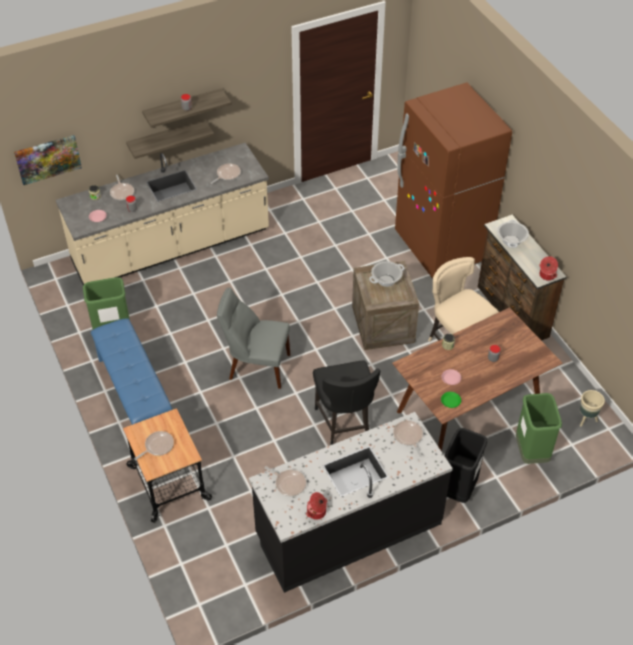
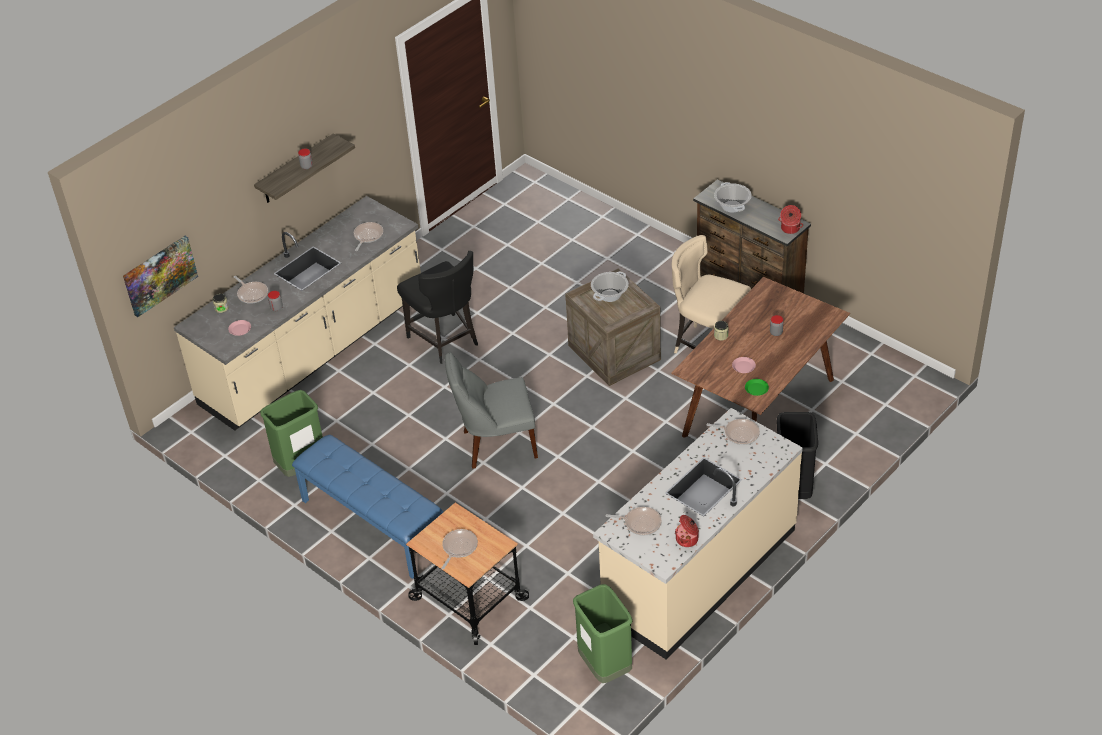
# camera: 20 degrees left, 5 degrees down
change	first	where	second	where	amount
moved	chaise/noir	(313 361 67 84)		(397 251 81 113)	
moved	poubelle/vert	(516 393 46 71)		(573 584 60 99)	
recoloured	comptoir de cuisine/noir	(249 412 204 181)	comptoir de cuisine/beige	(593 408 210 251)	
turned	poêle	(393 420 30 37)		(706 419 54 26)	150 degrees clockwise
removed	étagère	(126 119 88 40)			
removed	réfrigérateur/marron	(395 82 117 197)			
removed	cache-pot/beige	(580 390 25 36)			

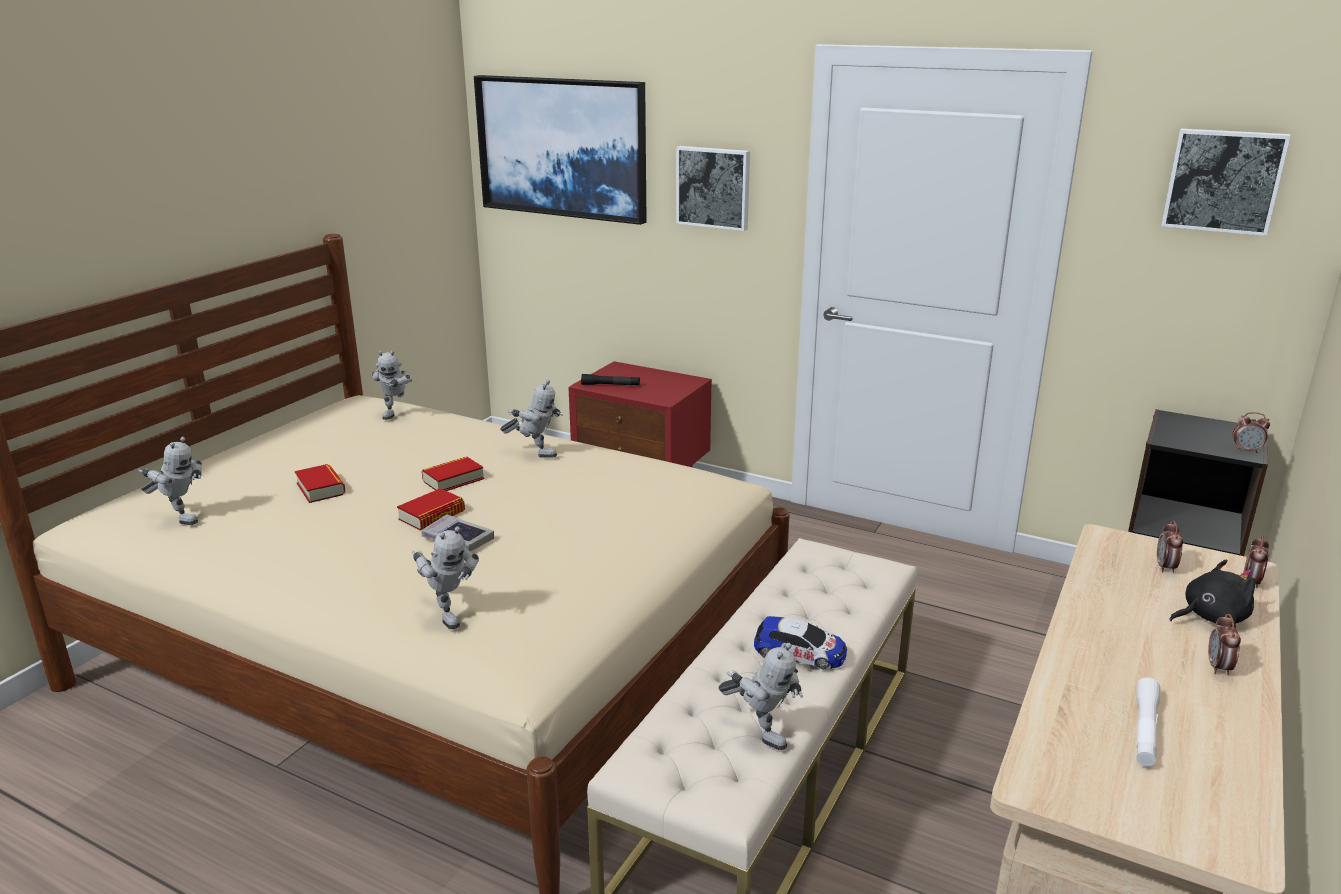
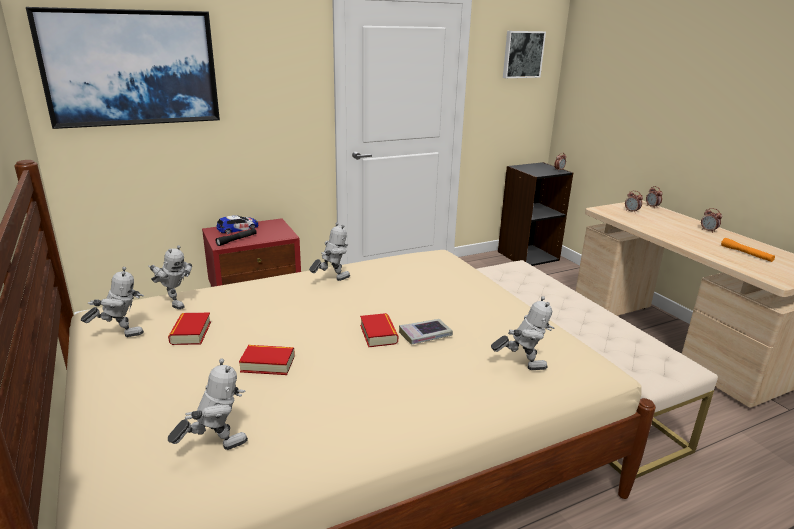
# camera: 55 degrees left, 0 degrees up
change	first	where	second	where	amount
moved	robot jouet	(718 643 85 107)		(81 267 63 70)	
moved	livre	(422 457 62 34)		(168 313 43 32)	
moved	petite voiture	(754 616 93 54)		(216 215 42 19)	
recoloured	lampe de poche/blanc	(1136 677 24 90)	lampe de poche/orange	(721 238 54 24)	
removed	tableau	(676 146 74 85)			
removed	peluche/noir	(1170 560 85 64)			

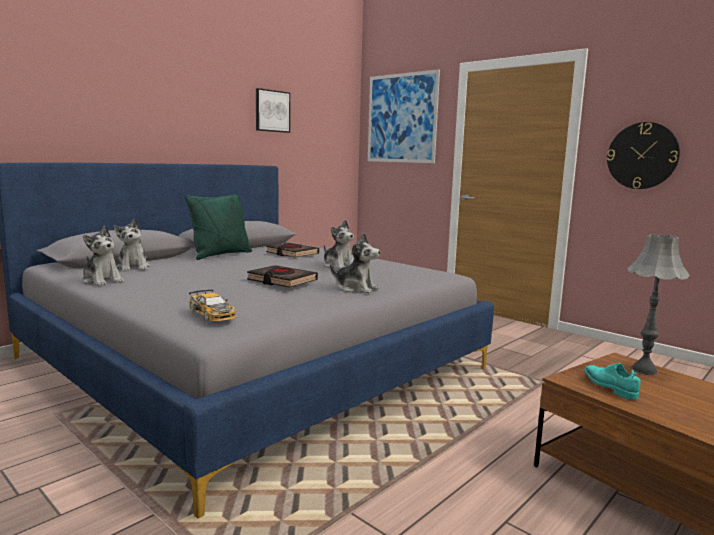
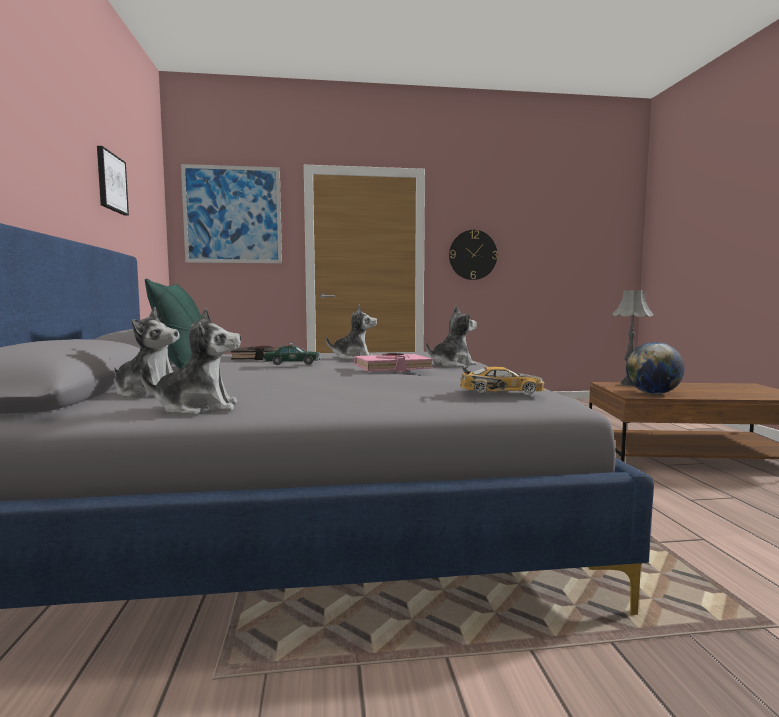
# camera: 50 degrees left, 5 degrees down
change	first	where	second	where	amount
added			petite voiture	(263 343 57 22)	
recoloured	livre/noir	(247 265 71 22)	livre/rose	(354 353 79 19)	
replaced	chaussure/turquoise	(584 363 57 37)	globe	(626 342 59 52)	

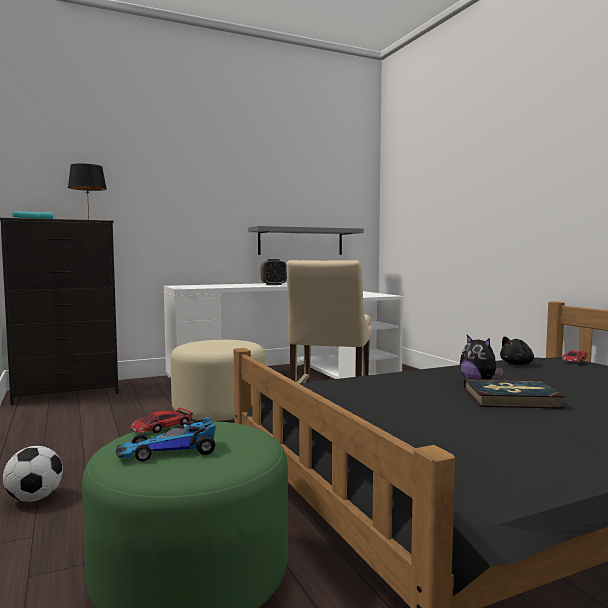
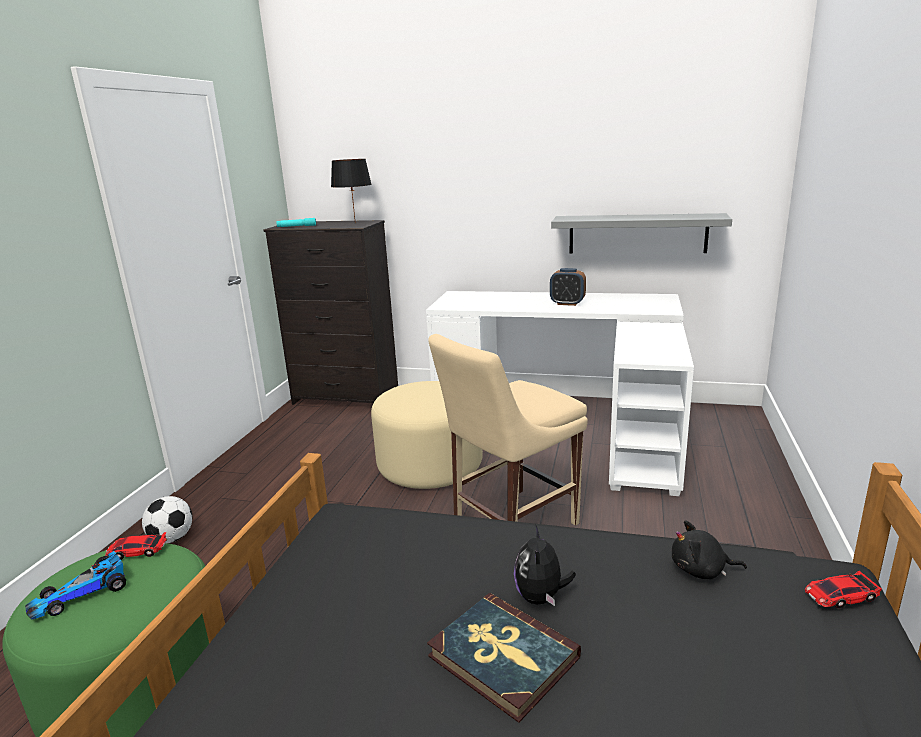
# camera: 40 degrees right, 15 degrees up
change	first	where	second	where	amount
turned	petite voiture	(116 417 100 44)		(25 551 101 69)	60 degrees counterclockwise

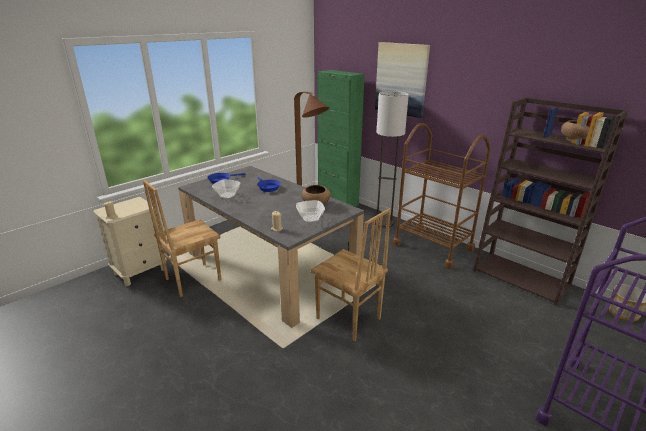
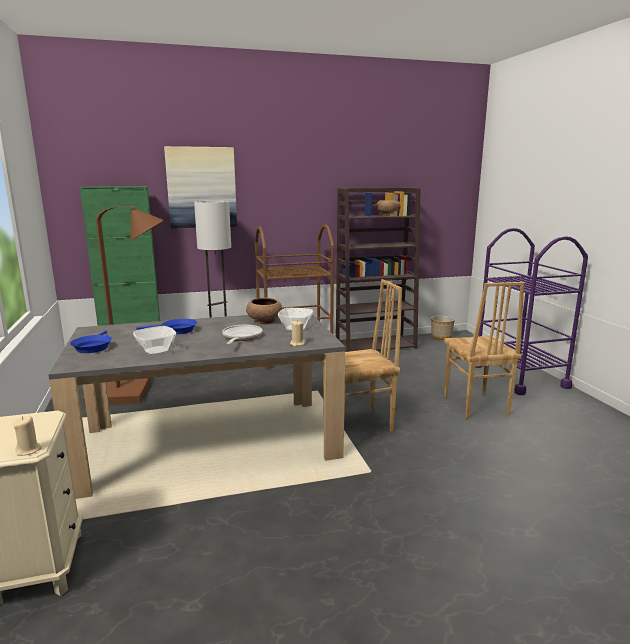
# camera: 60 degrees left, 10 degrees down
change	first	where	second	where	amount
added			poêle	(222 325 41 19)	
moved	chaise/marron	(143 179 78 118)		(444 282 80 137)	

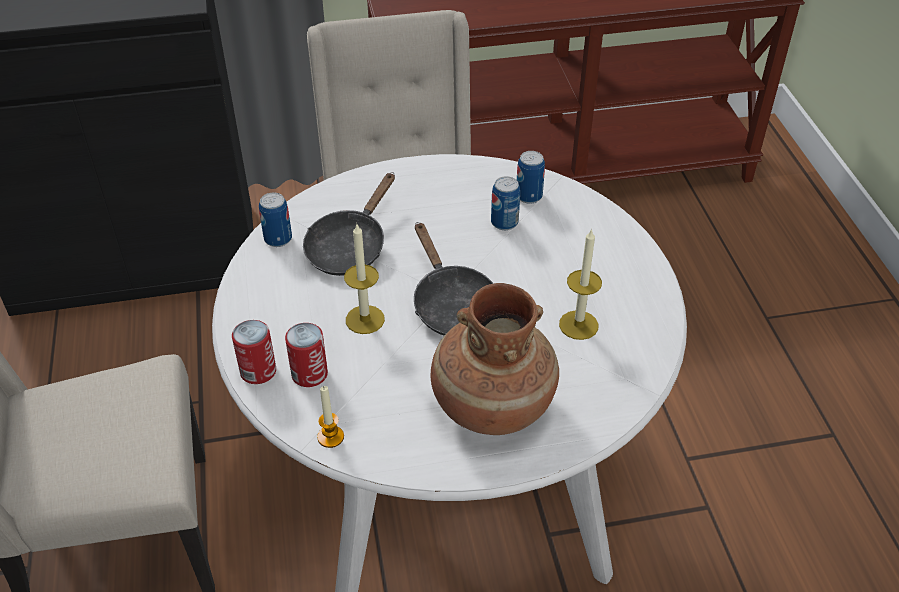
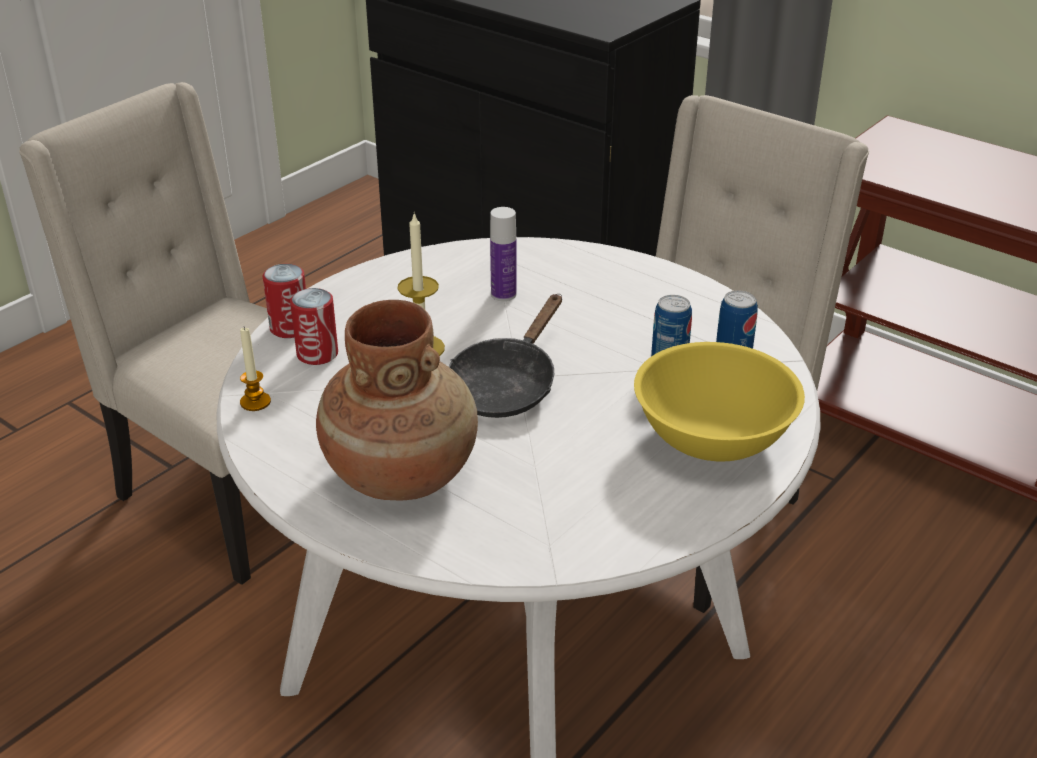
# camera: 50 degrees right, 10 degrees down
change	first	where	second	where	amount
replaced	poêle/noir	(303 172 92 104)	bouteille	(490 207 26 94)	
added			bol/jaune	(634 342 171 119)	
removed	boîte métallique	(259 193 33 54)			
removed	bougie	(559 228 43 112)			

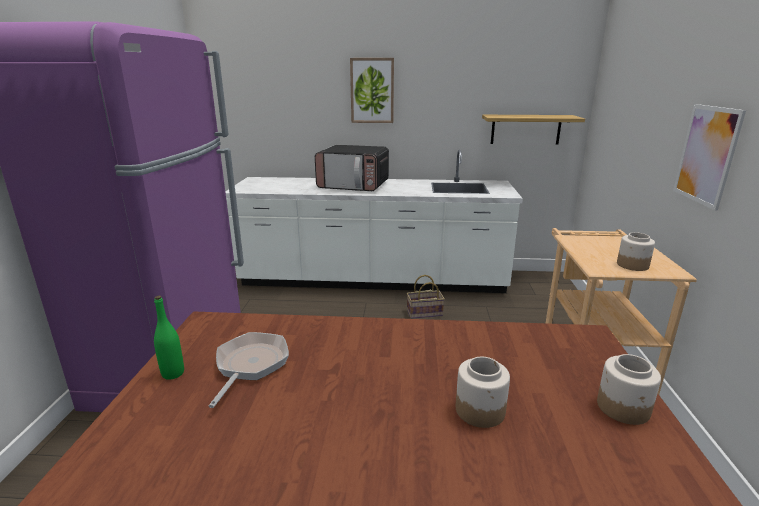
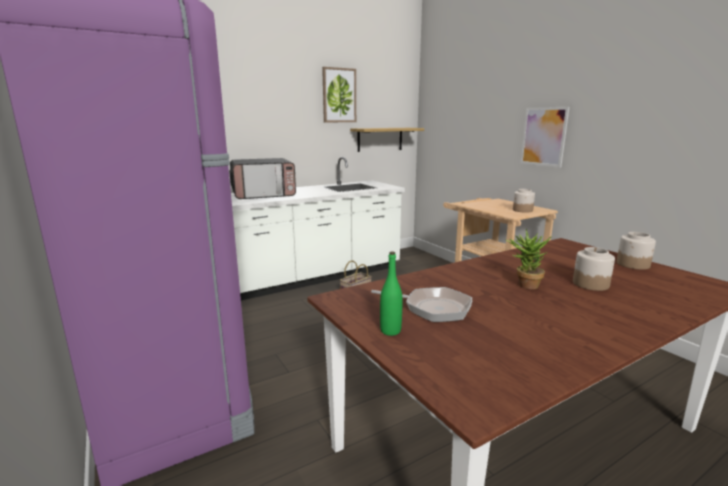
# camera: 35 degrees left, 5 degrees down
change	first	where	second	where	amount
moved	tableau	(350 58 44 65)		(322 67 34 55)	
turned	poêle	(209 332 80 76)		(371 287 101 35)	135 degrees clockwise
added			plante en pot	(506 229 46 60)	

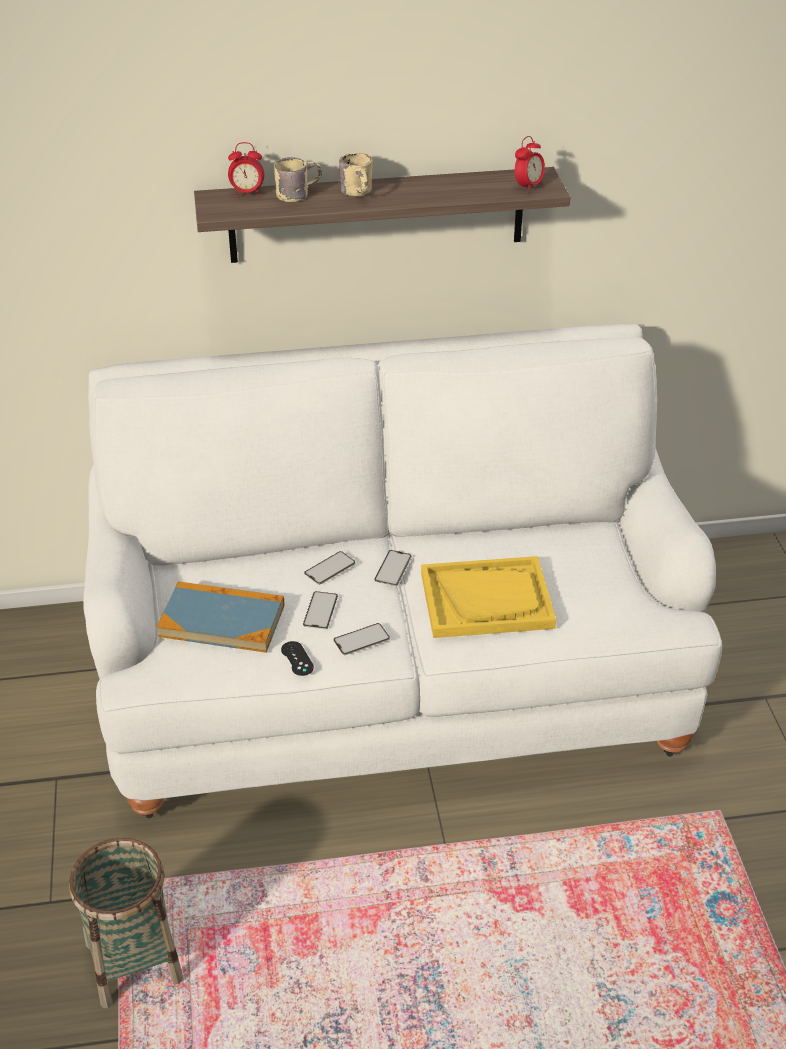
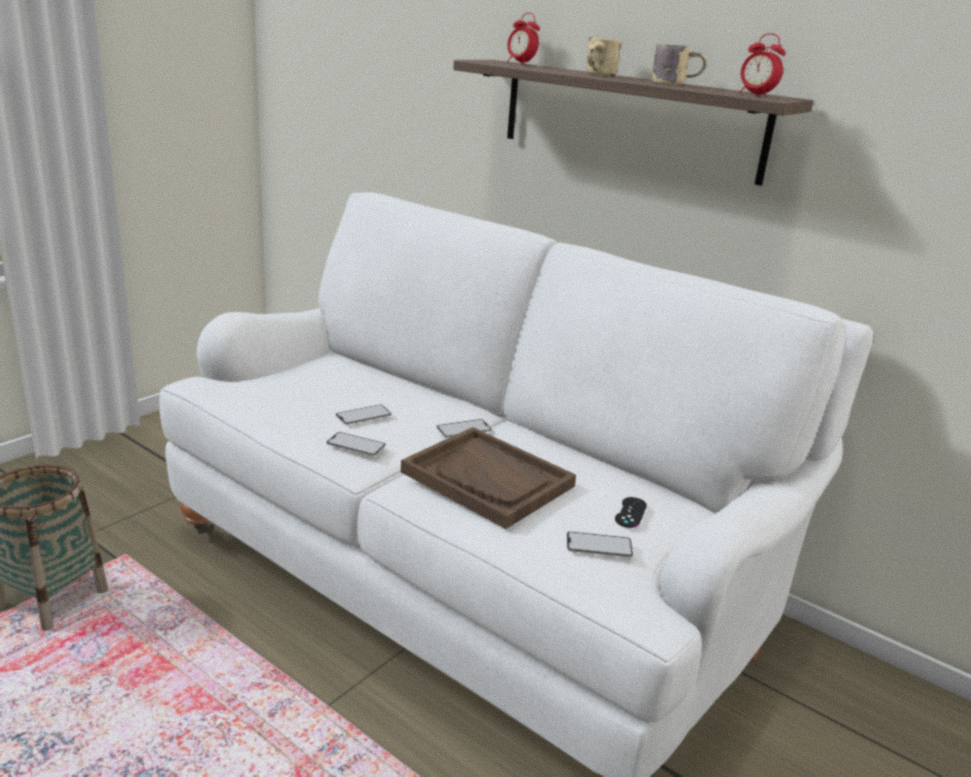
# camera: 45 degrees right, 15 degrees down
change	first	where	second	where	amount
recoloured	plateau/jaune	(421 556 135 82)	plateau/marron	(401 427 175 102)	
moved	téléphone	(304 551 51 34)		(567 531 66 26)	
moved	manette/noir	(281 641 33 35)		(615 497 32 31)	
moved	mug/beige	(274 157 48 45)		(652 44 55 41)	
turned	réveil	(515 136 30 57)		(739 34 47 63)	45 degrees clockwise
removed	livre	(157 581 127 72)			

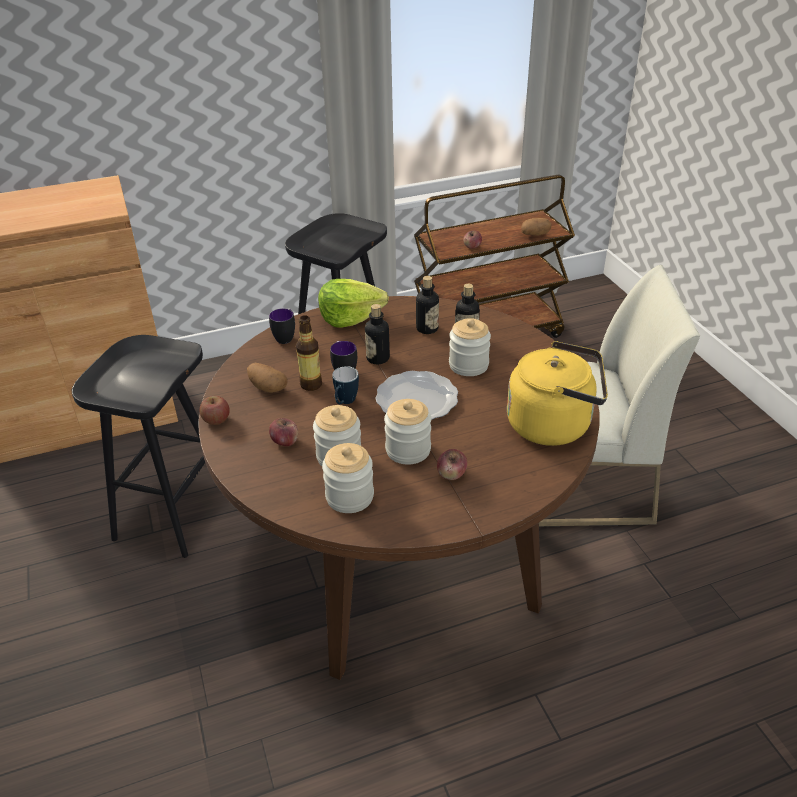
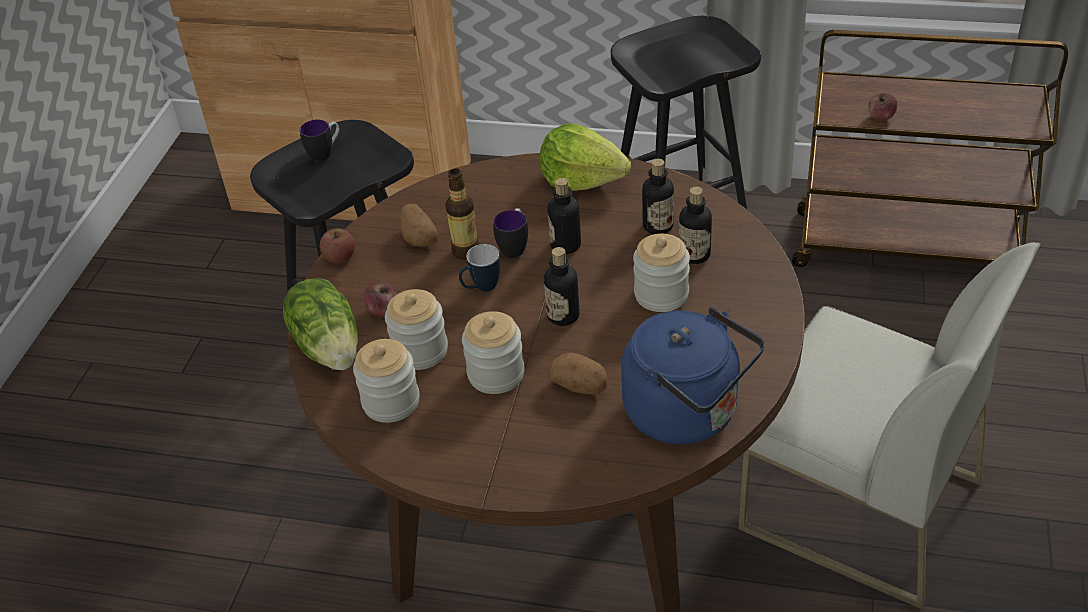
# camera: 35 degrees right, 5 degrees up
change	first	where	second	where	amount
added			laitue	(283 278 75 92)	
moved	mug	(269 309 26 35)		(300 120 39 42)	
replaced	assiette	(375 371 83 49)	bouteille	(544 247 36 79)	
moved	pomme de terre	(521 218 30 18)		(547 353 61 42)	
recoloured	bouilloire/jaune	(507 341 101 105)	bouilloire/bleu	(621 307 144 138)	
removed	pomme	(437 449 30 31)			

